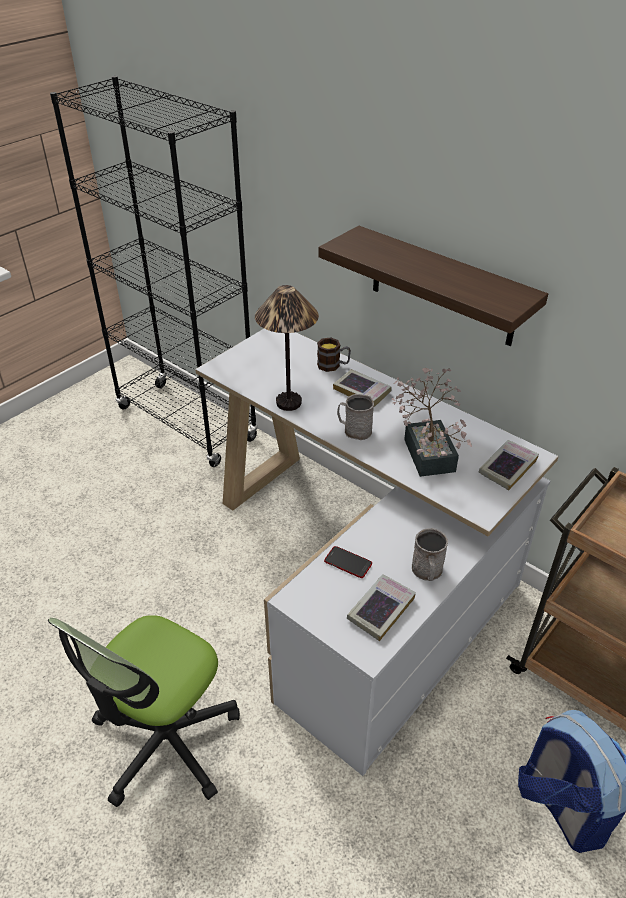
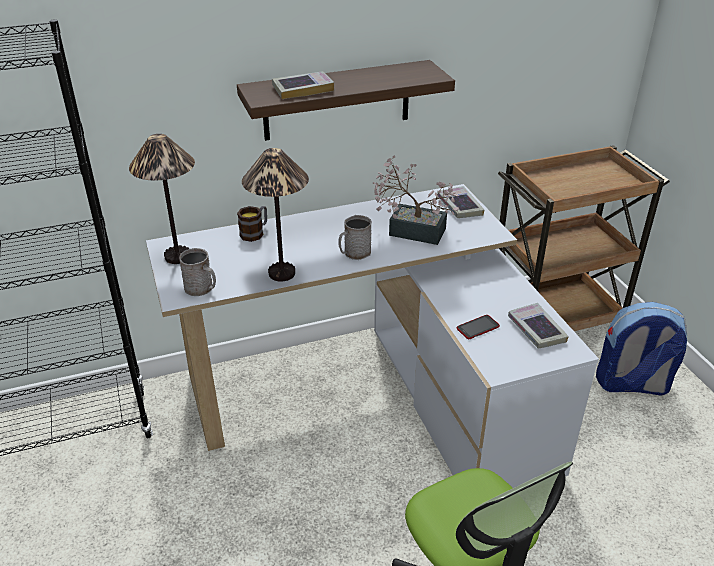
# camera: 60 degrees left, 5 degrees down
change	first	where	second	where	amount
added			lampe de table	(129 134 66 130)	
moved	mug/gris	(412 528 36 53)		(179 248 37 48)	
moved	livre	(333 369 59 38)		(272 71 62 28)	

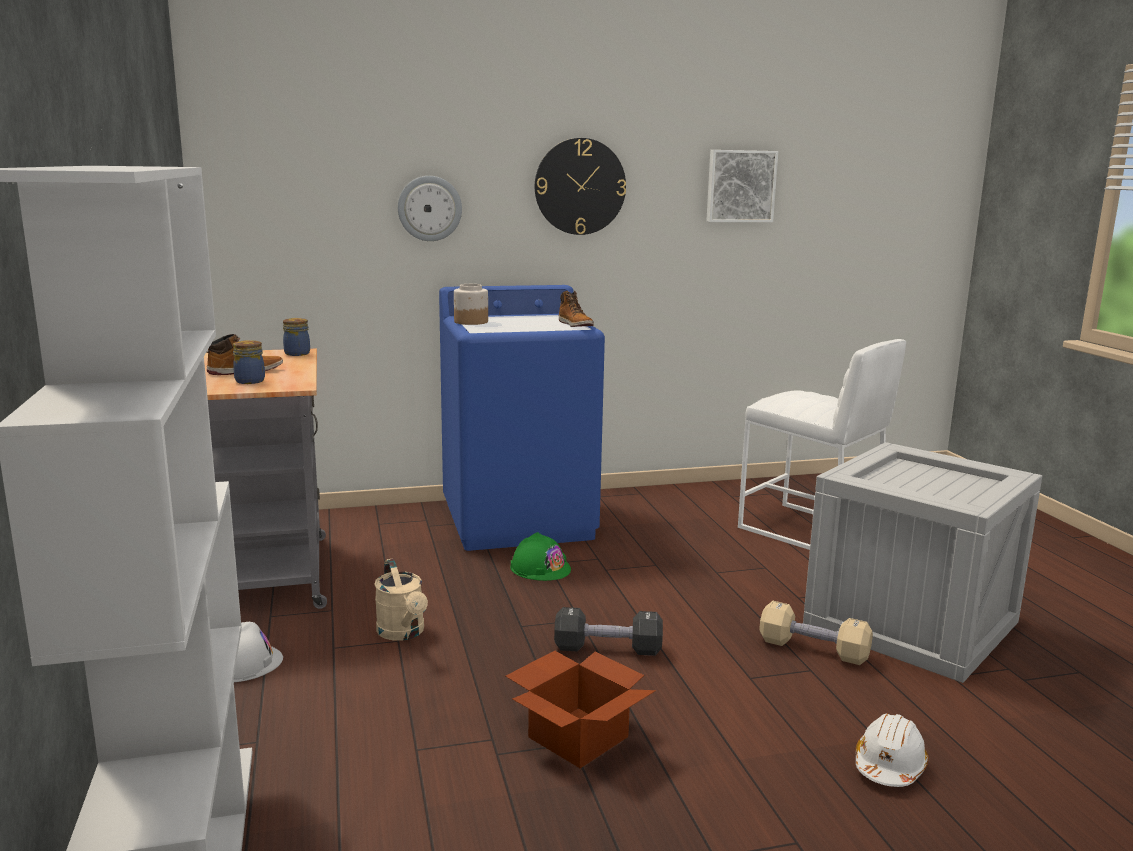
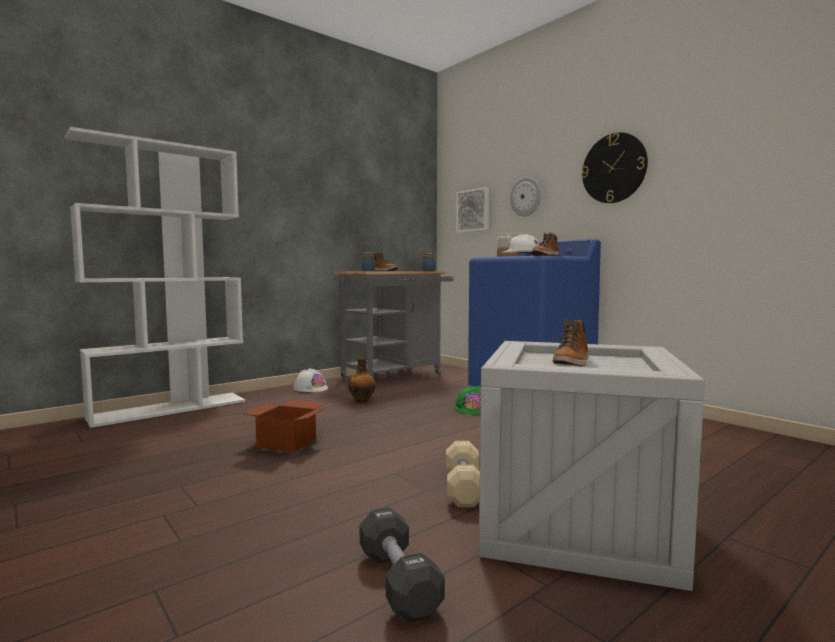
# camera: 65 degrees right, 10 degrees down
change	first	where	second	where	amount
replaced	arrosoir/beige	(374 559 54 81)	bouteille	(348 357 28 46)	
moved	haltère/noir	(554 607 109 49)		(359 507 86 115)	
moved	tableau	(706 150 72 72)		(456 187 33 45)	
moved	casque de chantier/blanc	(856 713 72 74)		(502 234 37 22)	
added			botte	(553 318 36 48)	
removed	tabouret/blanc	(738 339 168 211)			

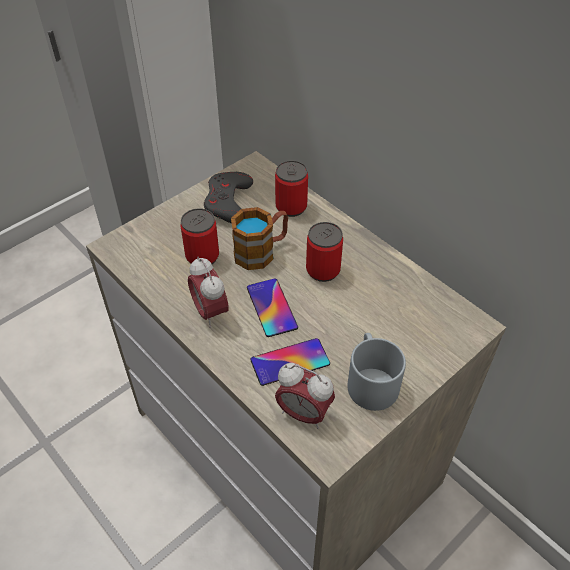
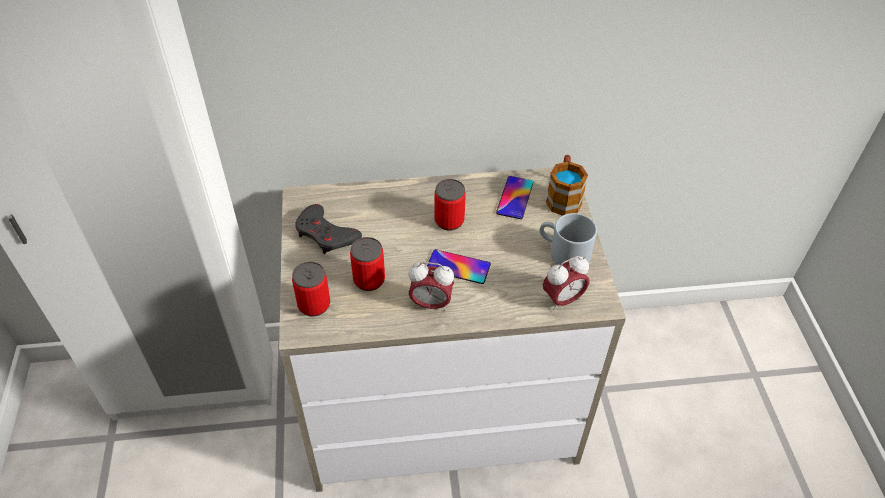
# camera: 55 degrees left, 0 degrees up
change	first	where	second	where	amount
moved	boîte métallique	(275 161 33 56)		(292 262 38 54)	
moved	téléphone	(250 338 80 48)		(496 176 37 43)	
moved	mug	(231 207 57 63)		(546 155 42 61)	

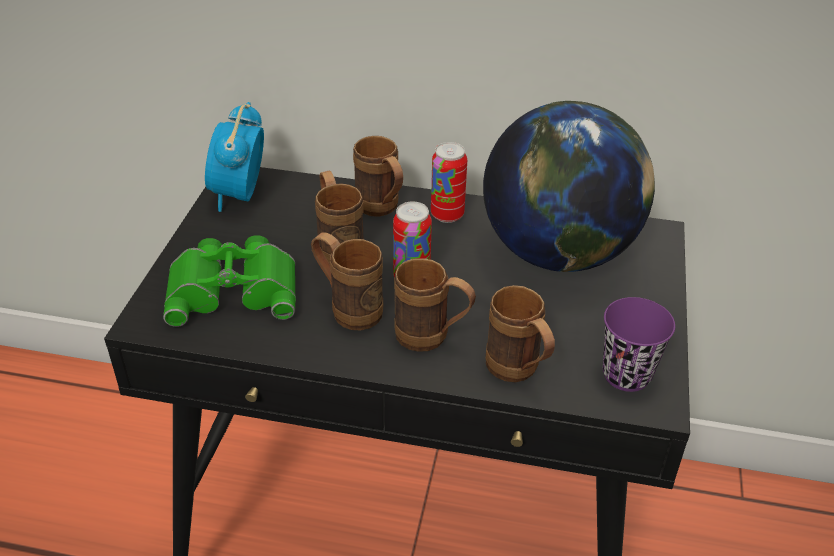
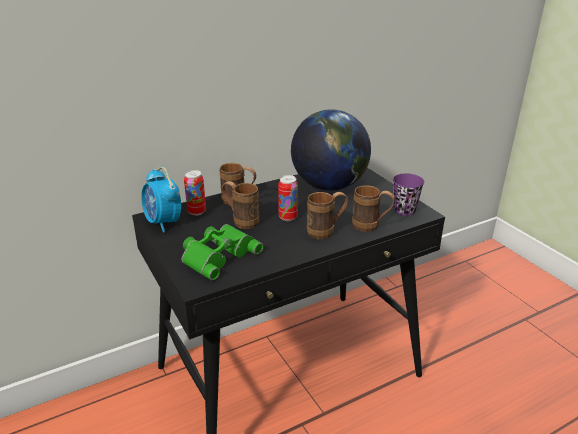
# camera: 40 degrees left, 10 degrees down
change	first	where	second	where	amount
moved	boîte métallique	(431 142 36 81)		(184 170 22 45)	
removed	mug/marron	(311 232 72 98)			

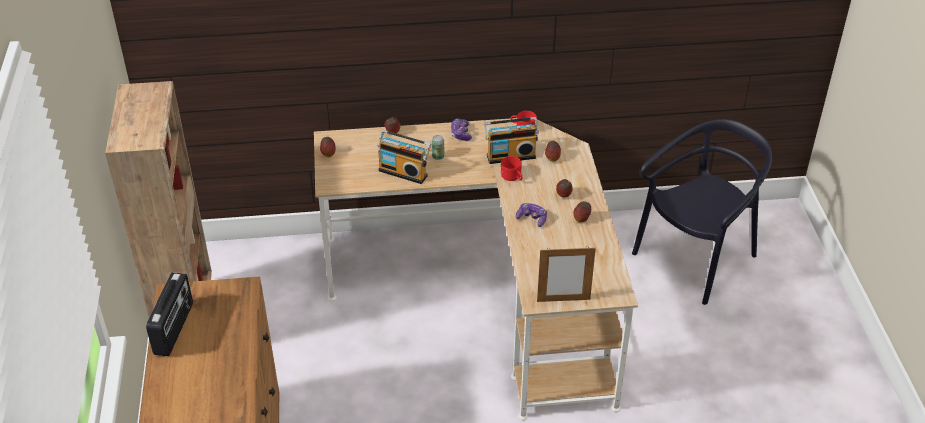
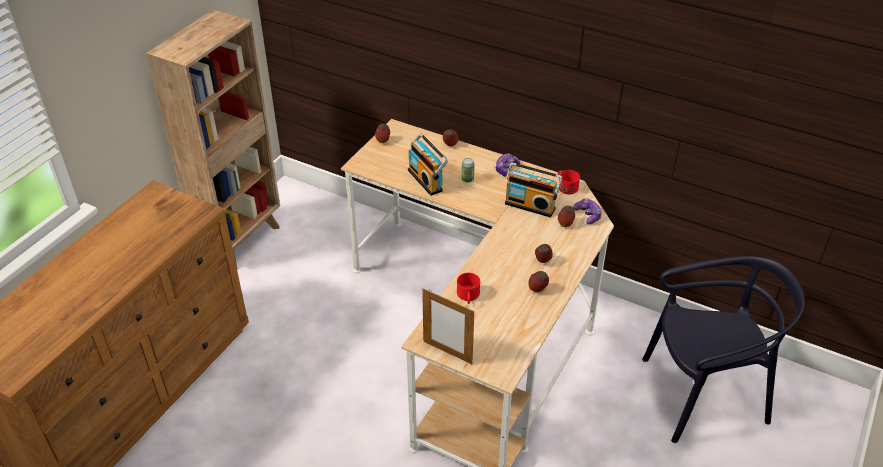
# camera: 35 degrees right, 0 degrees up
change	first	where	second	where	amount
moved	mug/rouge	(501 156 21 25)		(457 273 23 31)	
moved	manette	(516 203 31 24)		(573 198 29 26)	
removed	radio	(146 272 47 84)			

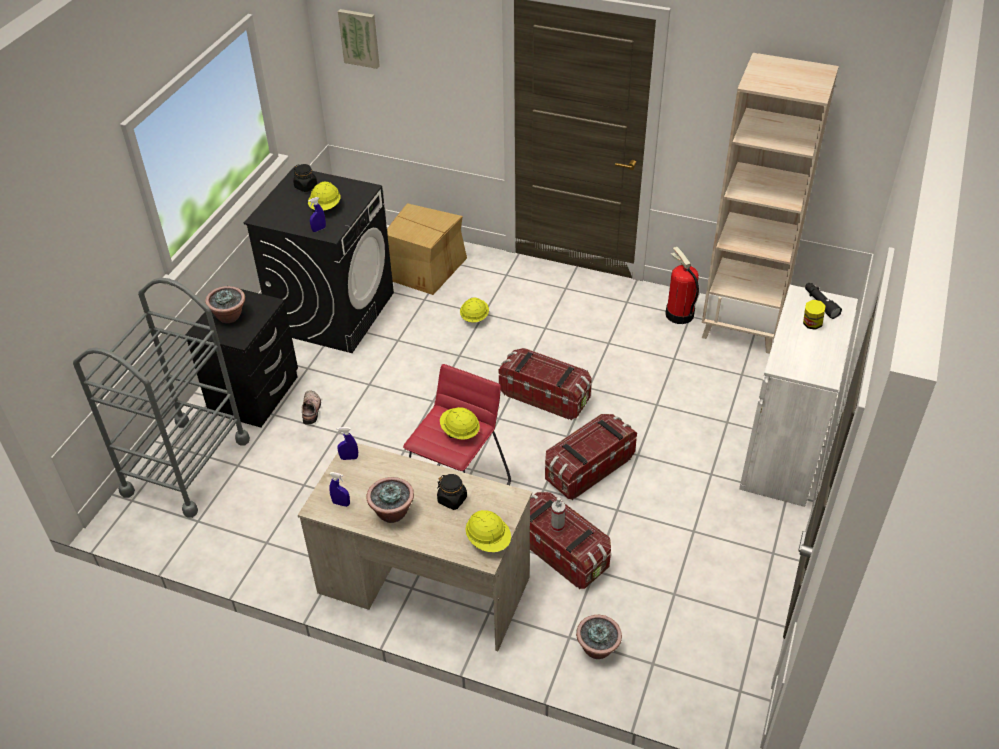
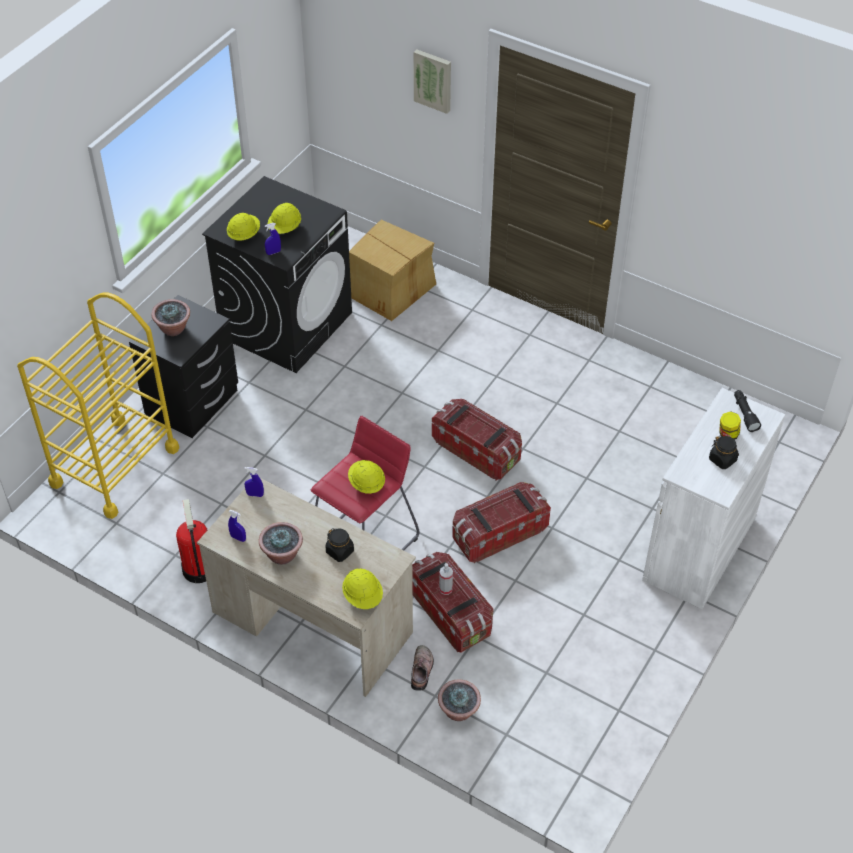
# camera: 10 degrees right, 5 degrees up
change	first	where	second	where	amount
recoloured	chariot/gris	(73 278 177 240)	chariot/jaune	(17 292 162 227)	
moved	extincteur	(665 247 34 77)		(176 499 31 84)	
moved	casque de chantier/jaune	(460 298 29 25)		(227 213 33 28)	
moved	chaussure	(302 390 19 35)		(411 645 23 46)	
moved	tableau	(338 9 42 60)		(414 49 37 65)	
moved	bocal/noir	(293 164 24 28)		(709 435 30 34)	
removed	bibliothèque/beige	(702 53 137 301)			

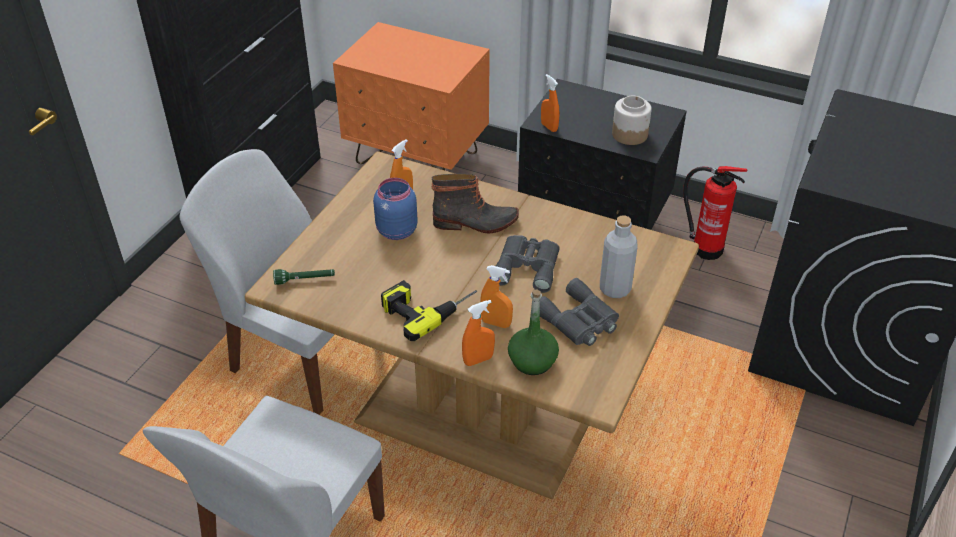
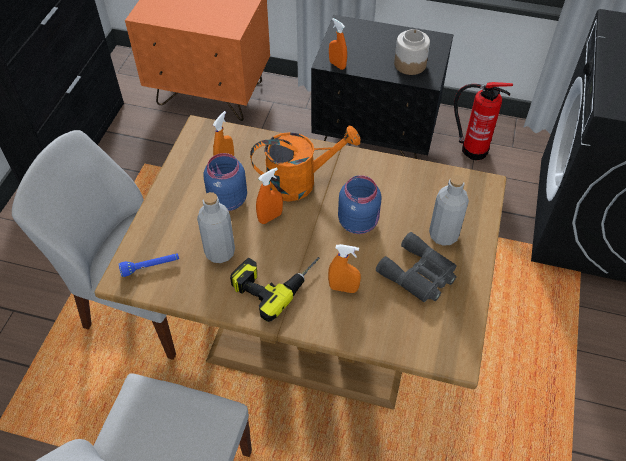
# camera: 10 degrees left, 10 degrees up
change	first	where	second	where	amount
recoloured	lampe de poche/vert	(273 269 62 16)	lampe de poche/bleu	(119 254 60 23)	
added			bouteille/gris	(197 192 38 71)	
replaced	botte	(432 174 87 59)	arrosoir/orange	(250 126 110 75)	
moved	vaporisateur/orange	(462 300 33 66)		(256 167 27 57)	
replaced	jumelles/gris	(496 235 64 58)	bocal/bleu	(338 175 44 59)	
removed	bouteille/vert	(508 290 51 85)			

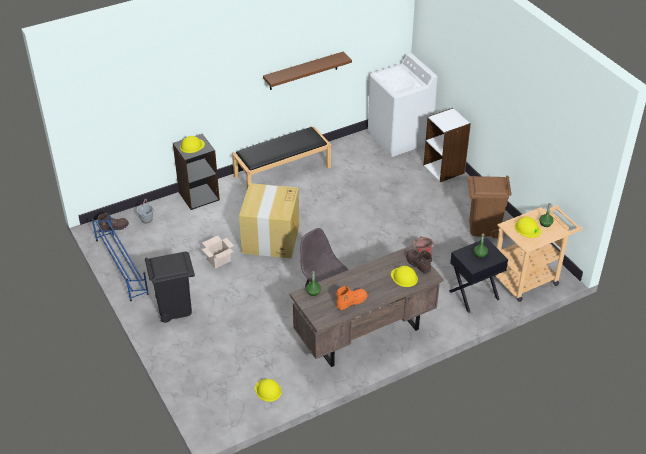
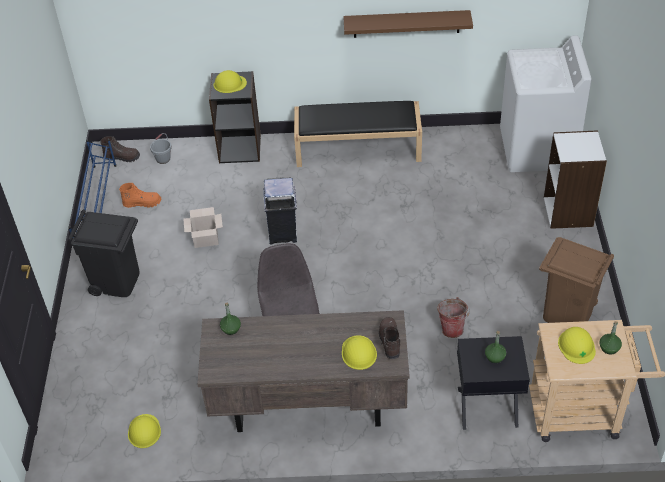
# camera: 30 degrees right, 5 degrees up
change	first	where	second	where	amount
moved	botte/orange	(336 286 32 24)		(119 183 42 25)	
replaced	carton	(239 183 60 75)	poubelle/blanc	(263 177 34 68)	

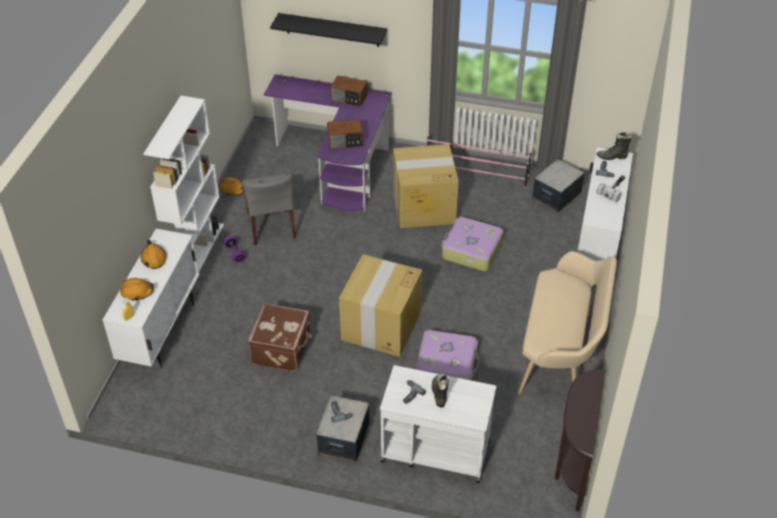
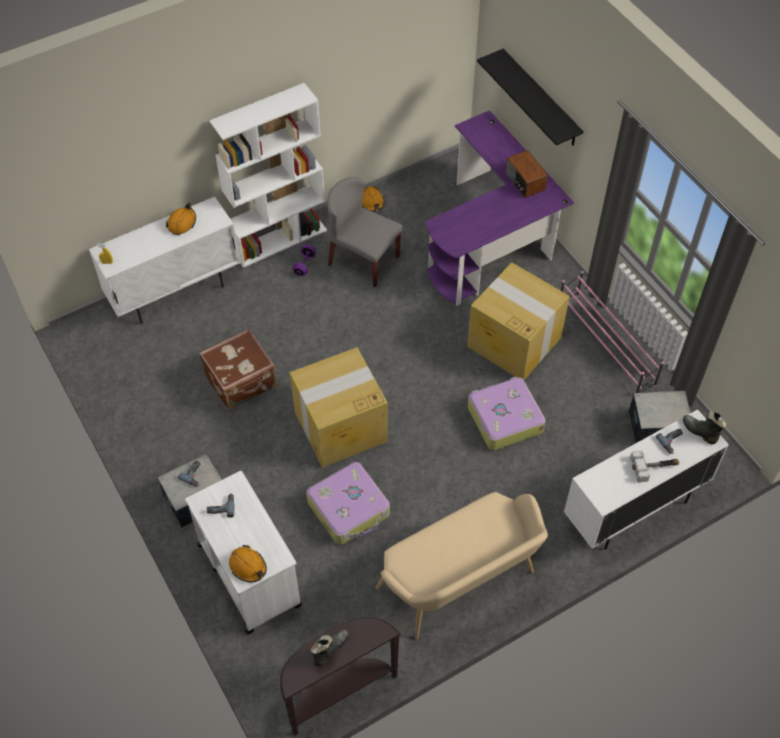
# camera: 45 degrees right, 10 degrees up
change	first	where	second	where	amount
moved	casque de chantier/orange	(120 278 34 23)		(229 545 38 37)	
moved	botte/noir	(432 373 17 35)		(311 629 38 37)	
turned	chaise/gris	(242 174 54 71)		(327 177 75 110)	90 degrees clockwise
removed	radio	(327 119 36 30)			

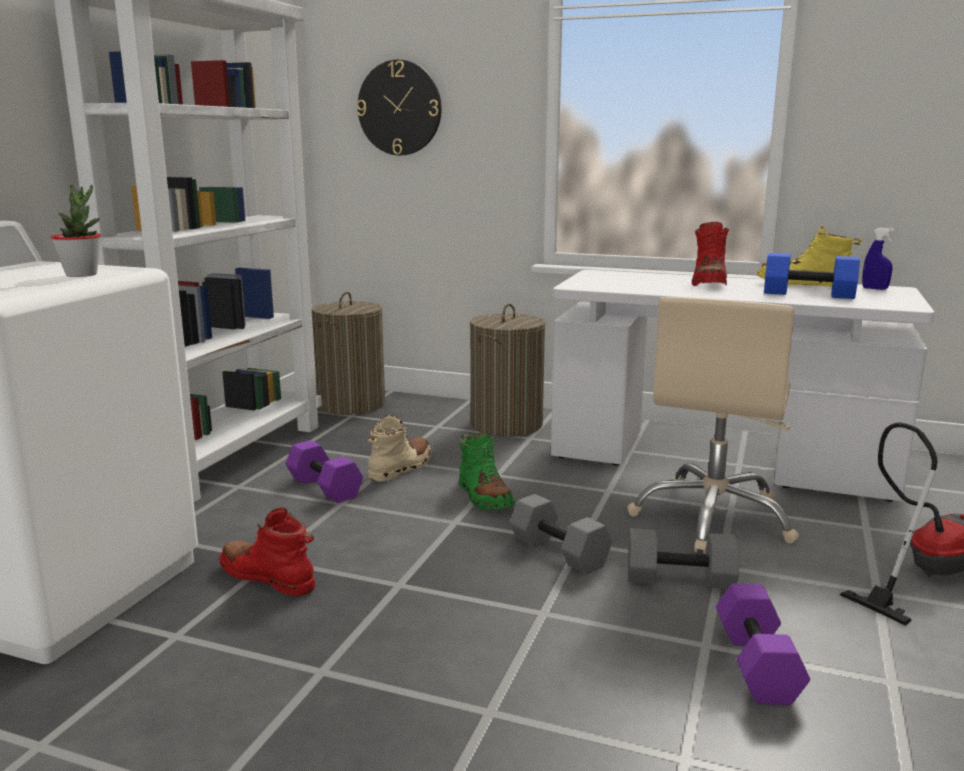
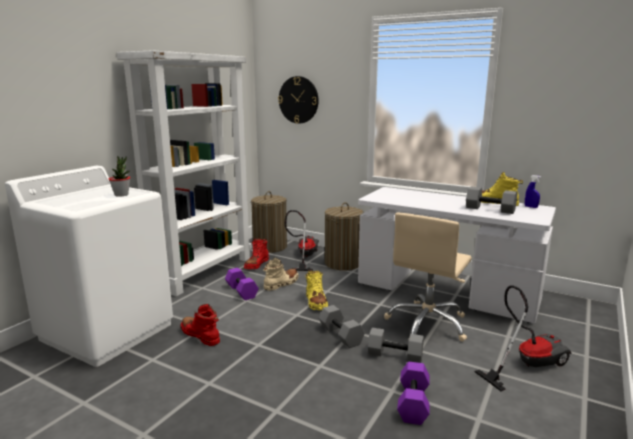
# camera: 10 degrees right, 0 degrees up
change	first	where	second	where	amount
moved	botte/rouge	(692 222 37 64)		(244 239 25 30)	
added			aspirateur	(285 210 34 61)	
recoloured	botte/vert	(459 432 56 78)	botte/jaune	(306 270 22 40)	
recoloured	haltère/bleu	(764 253 96 46)	haltère/gris	(466 187 51 27)	

